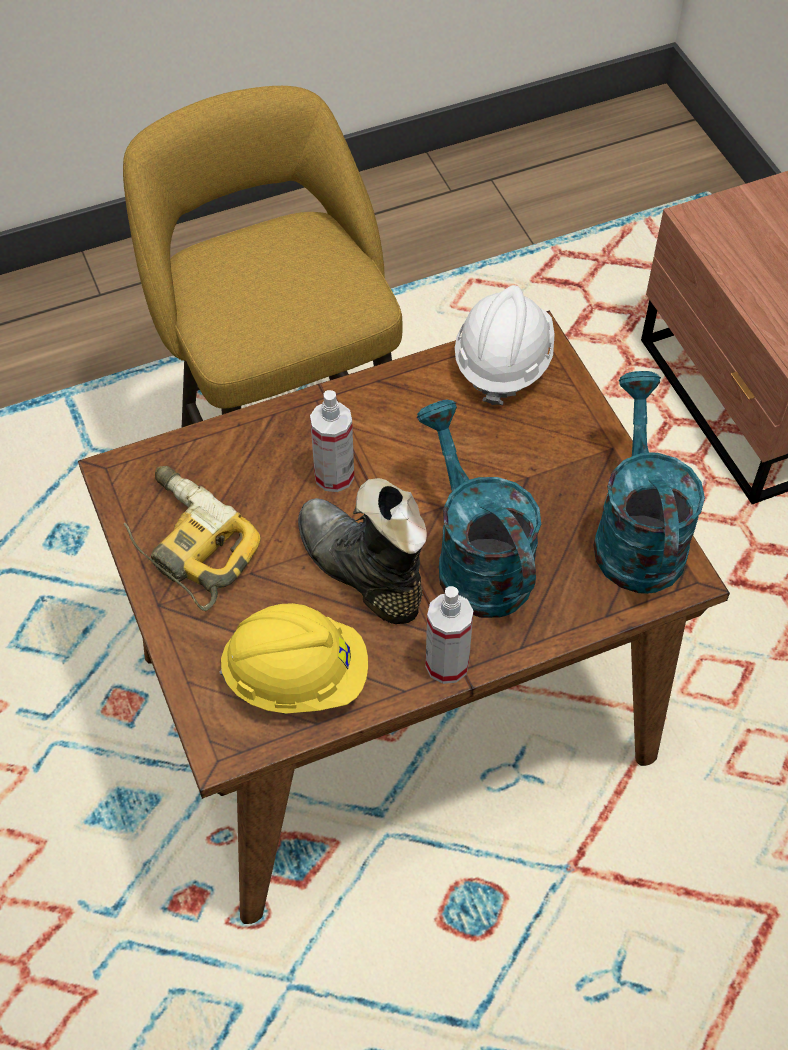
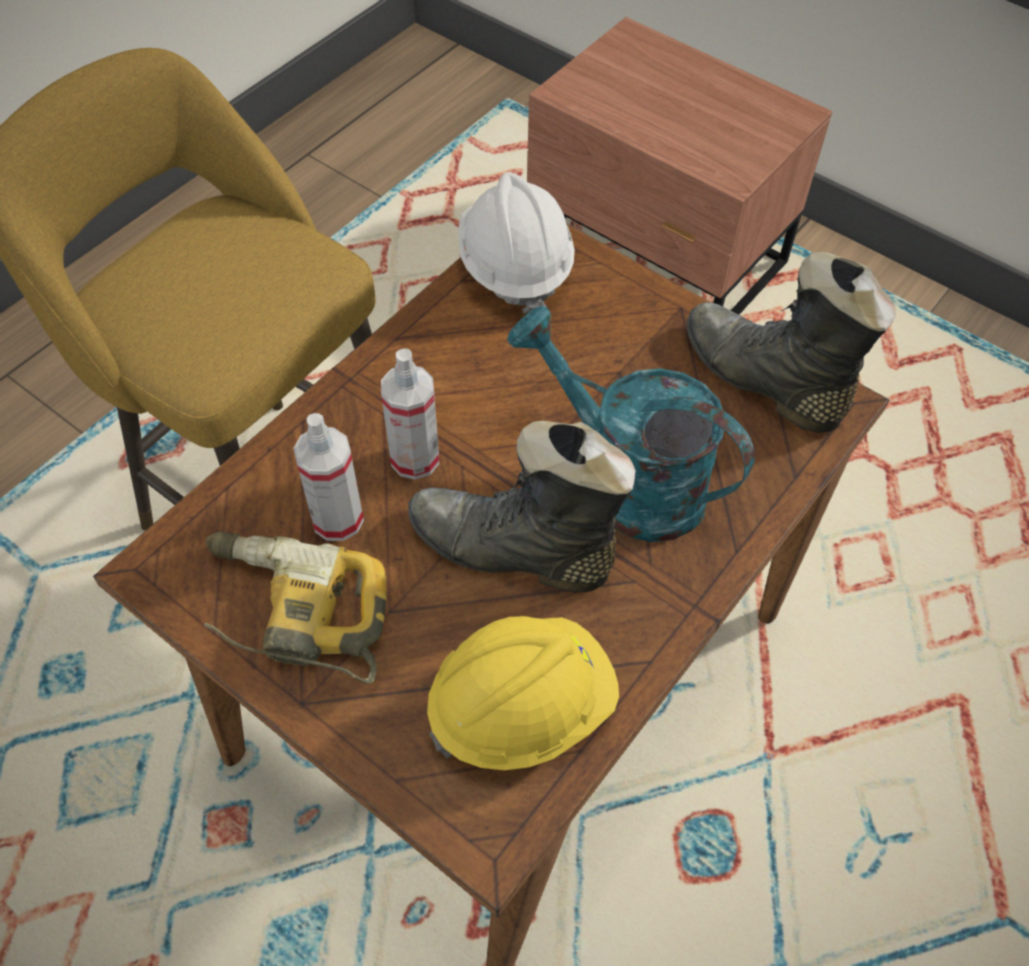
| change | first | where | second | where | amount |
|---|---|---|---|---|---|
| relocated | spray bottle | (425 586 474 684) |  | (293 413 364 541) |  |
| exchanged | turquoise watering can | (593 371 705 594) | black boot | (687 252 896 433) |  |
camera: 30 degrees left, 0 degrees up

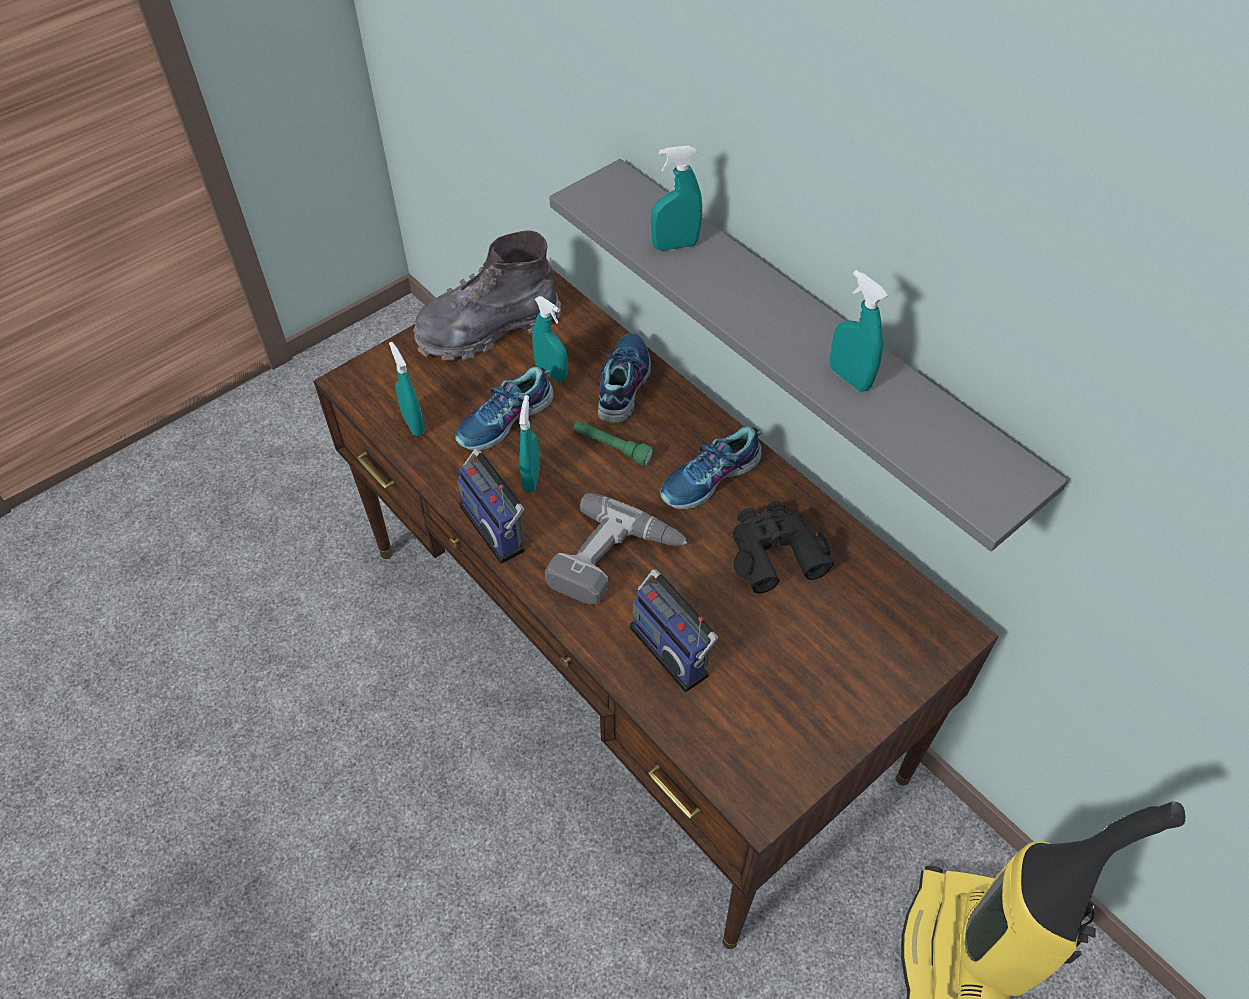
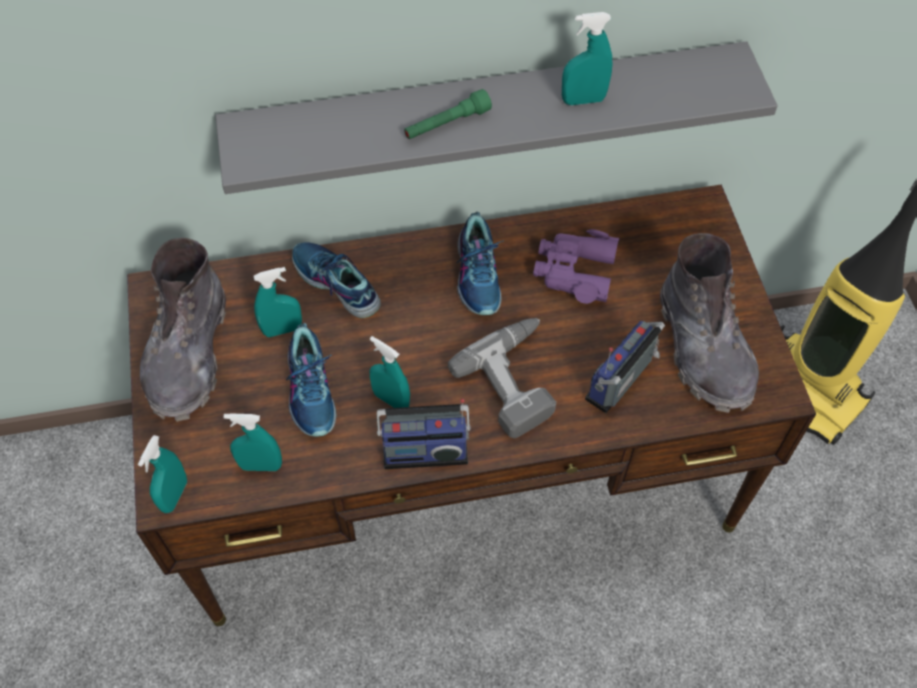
| change | first | where | second | where | amount |
|---|---|---|---|---|---|
| appeared |  |  | grey boot | (660 233 759 413) |  |
| relocated | green flashlight | (573 421 654 467) |  | (404 89 492 139) |  |
| relocated | turquoise spray bottle | (651 145 702 251) |  | (138 435 187 513) |  |
| colour | black binoculars | (733 501 834 593) | purple binoculars | (533 229 620 304) |  |
| spun | radio | (630 570 718 692) |  | (585 321 665 413) | 135 degrees clockwise |
camera: 60 degrees left, 5 degrees up

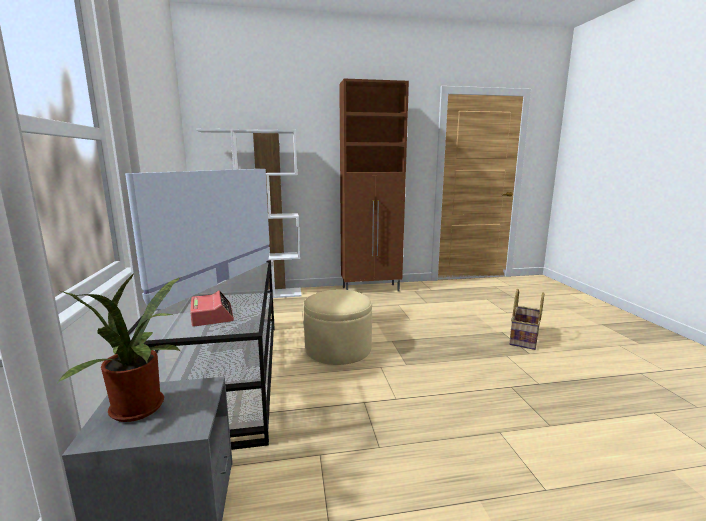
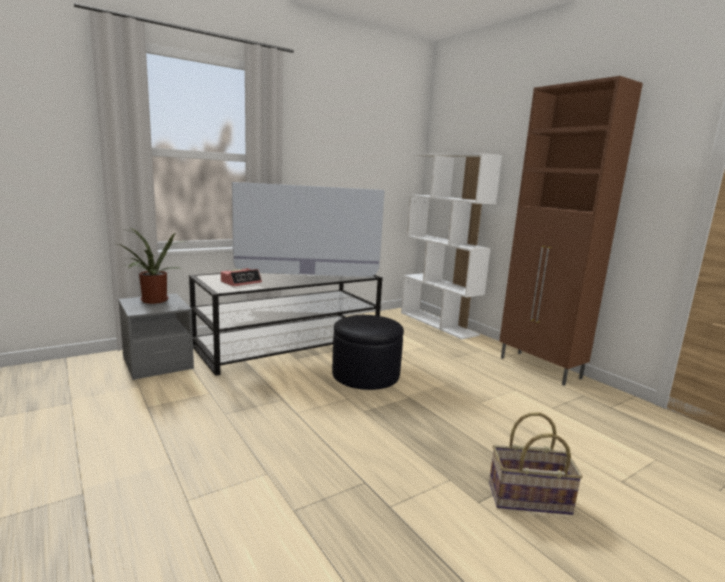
| change | first | where | second | where | amount |
|---|---|---|---|---|---|
| colour | beige ottoman | (303 289 372 365) | black ottoman | (332 315 404 390) |  |
camera: 65 degrees right, 0 degrees up

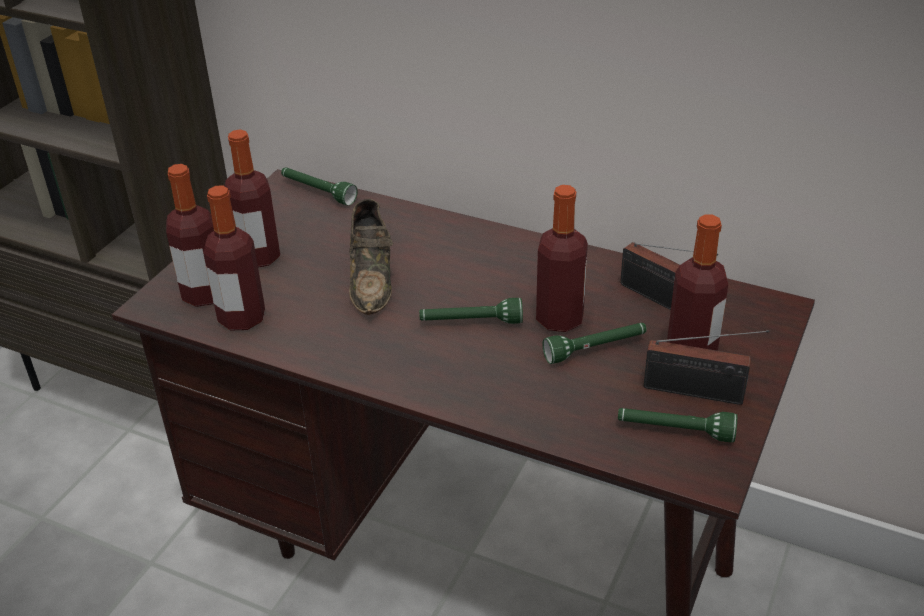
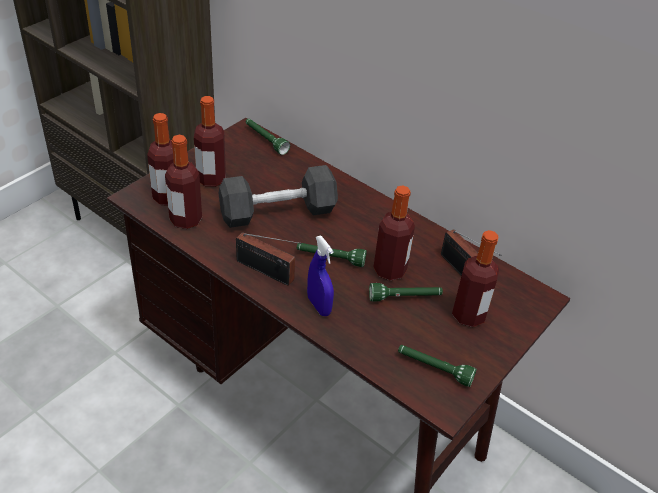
| change | first | where | second | where | amount |
|---|---|---|---|---|---|
| appeared |  |  | blue spray bottle | (307 236 334 316) |  |
| relocated | radio | (643 330 770 405) |  | (236 232 302 286) |  |
| exchanged | brown shoe | (349 199 393 315) | black dumbbell | (219 165 338 228) |  |
camera: 10 degrees right, 5 degrees up

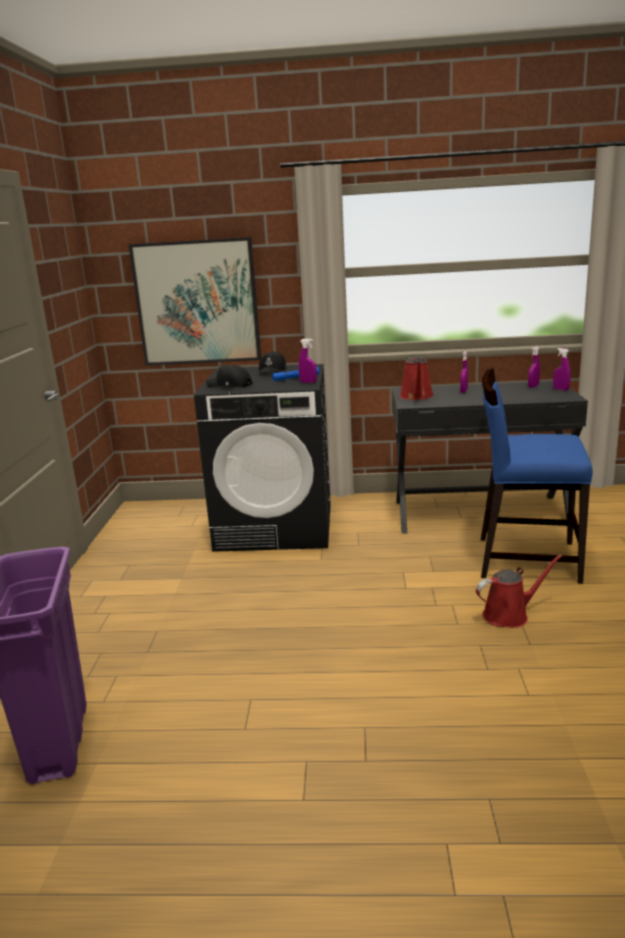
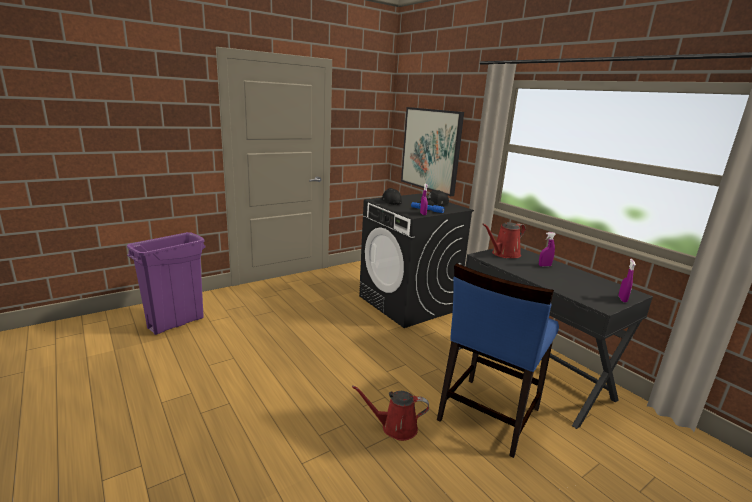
| change | first | where | second | where | amount |
|---|---|---|---|---|---|
| missing | purple spray bottle | (528 346 540 388) |  |  |  |
| spun | red watering can | (476 555 562 628) |  | (352 385 429 441) | 150 degrees clockwise |
| spun | blue chair | (481 368 593 584) |  | (437 263 559 458) | 120 degrees counterclockwise |
camera: 50 degrees right, 0 degrees up

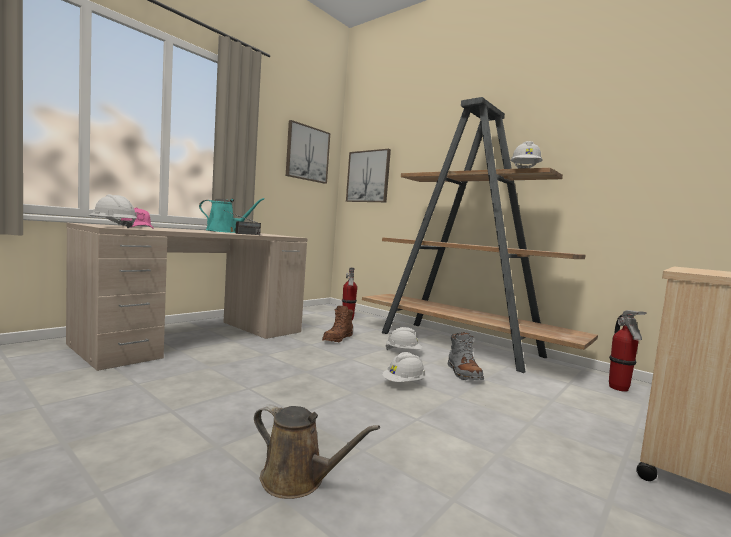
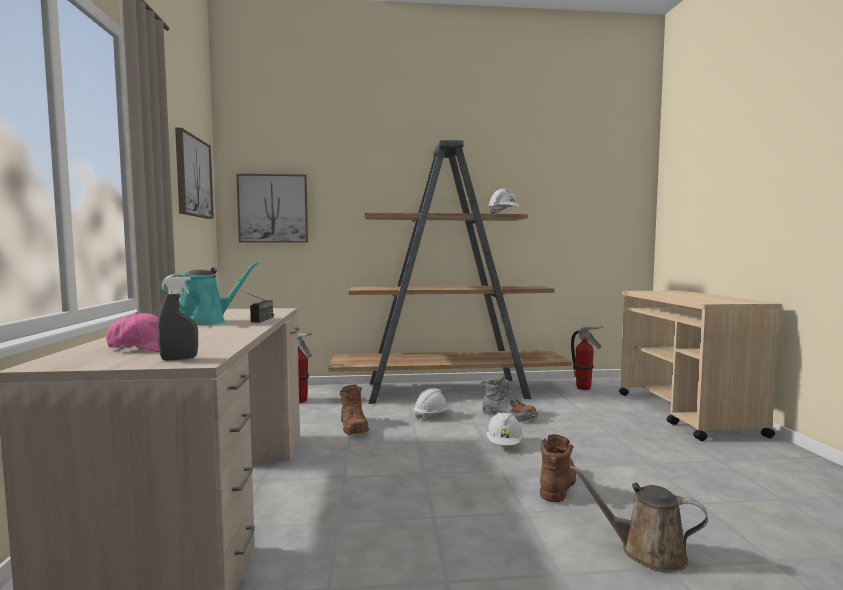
| change | first | where | second | where | amount |
|---|---|---|---|---|---|
| appeared |  |  | brown boot | (540 434 576 502) |  |
| exchanged | white hard hat | (89 194 137 229) | grey spray bottle | (157 277 198 360) |  |
| spun | brown watering can | (254 404 380 499) |  | (570 466 708 572) | 135 degrees counterclockwise |
camera: 45 degrees left, 0 degrees up

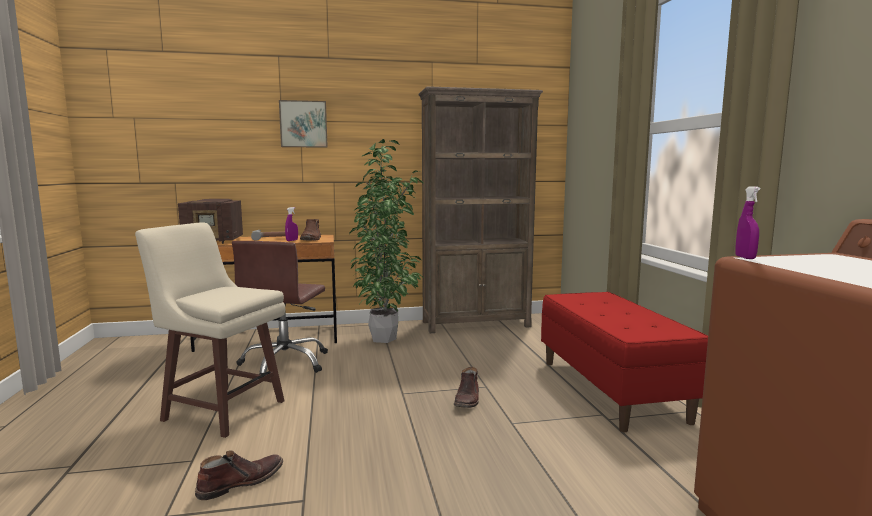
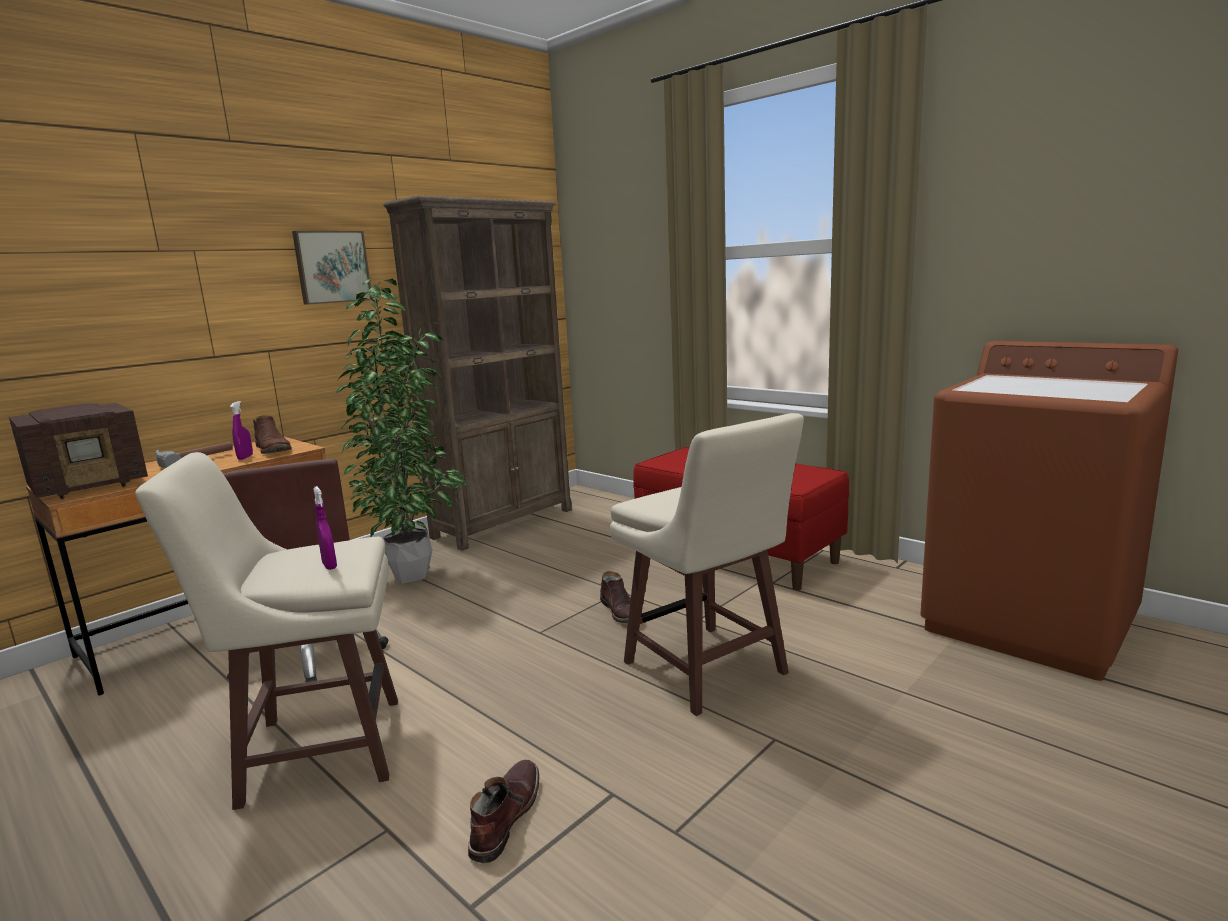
| change | first | where | second | where | amount |
|---|---|---|---|---|---|
| appeared |  |  | beige stool | (610 413 804 716) |  |
| relocated | picture | (279 100 328 148) |  | (292 231 372 305) |  |
| relocated | purple spray bottle | (735 186 760 259) |  | (313 486 337 570) |  |
camera: 35 degrees left, 5 degrees up

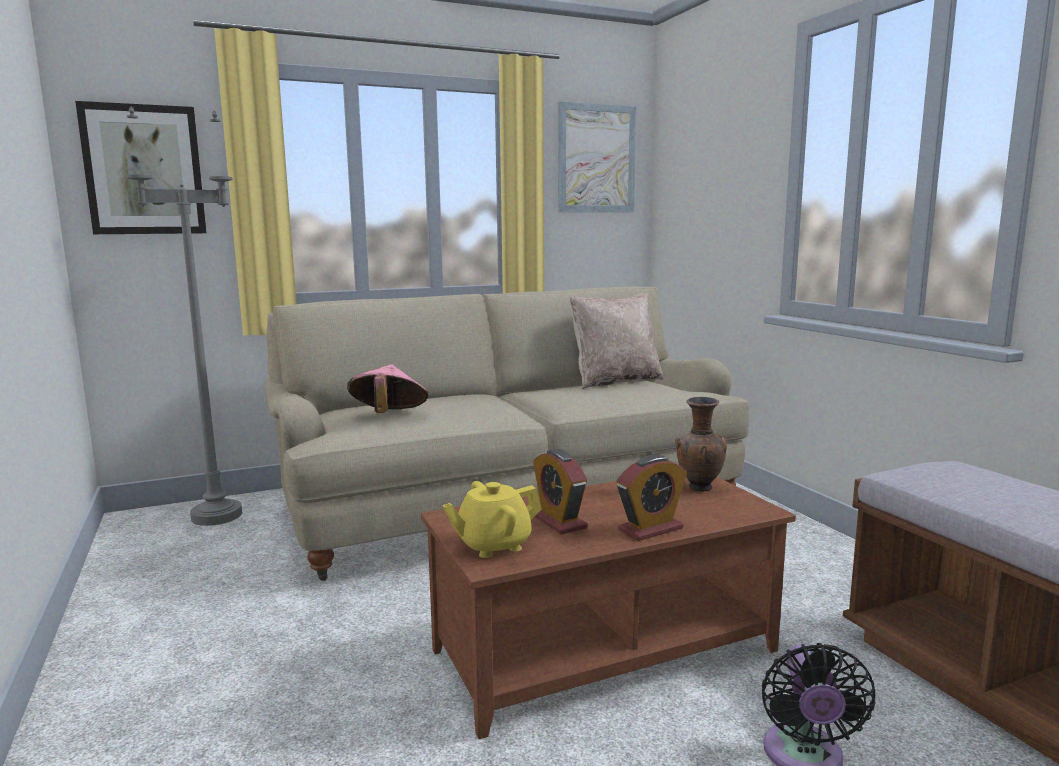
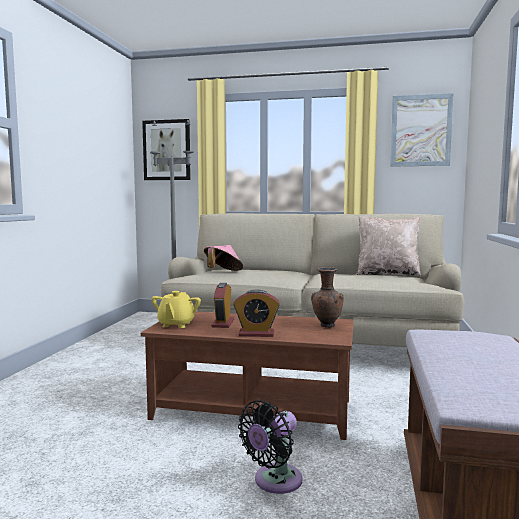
| change | first | where | second | where | amount |
|---|---|---|---|---|---|
| spun | yellow teapot | (442 481 542 558) |  | (151 291 201 328) | 90 degrees counterclockwise |
camera: 35 degrees right, 5 degrees down

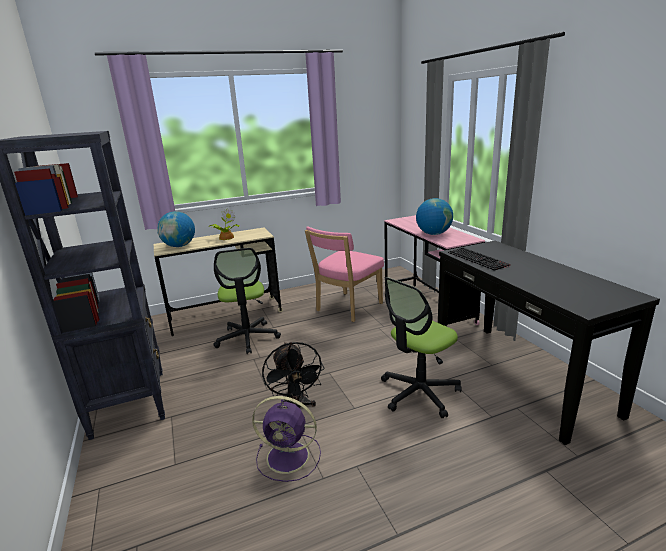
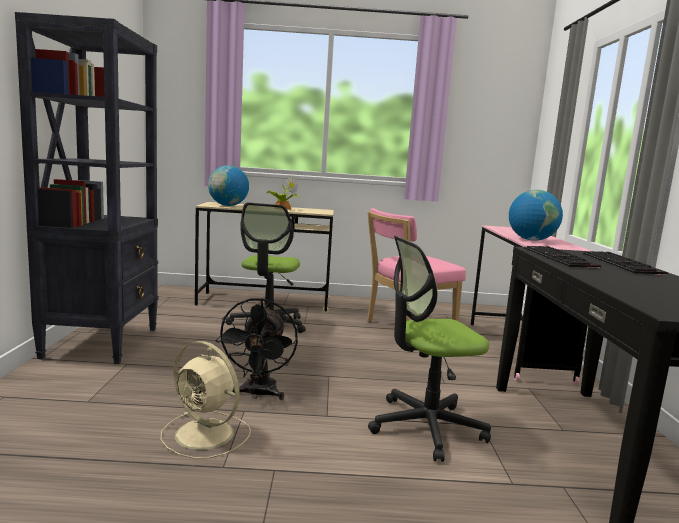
| change | first | where | second | where | amount |
|---|---|---|---|---|---|
| appeared |  |  | keyboard | (583 251 668 275) |  |
| colour | purple fan | (252 396 321 482) | beige fan | (161 341 251 459) |  |
camera: 20 degrees right, 10 degrees down

